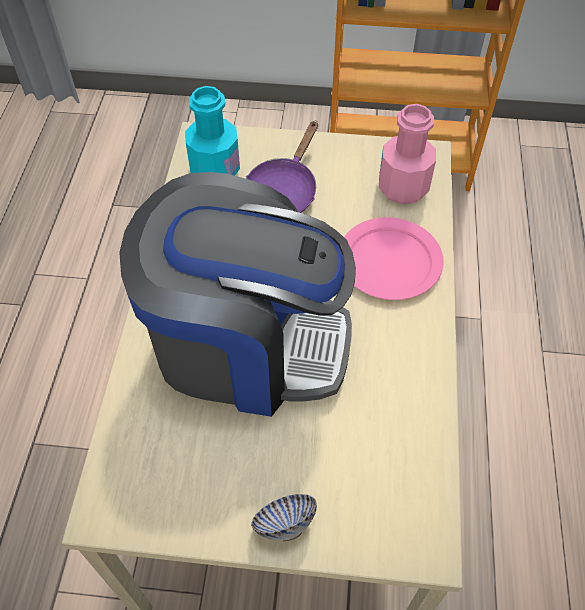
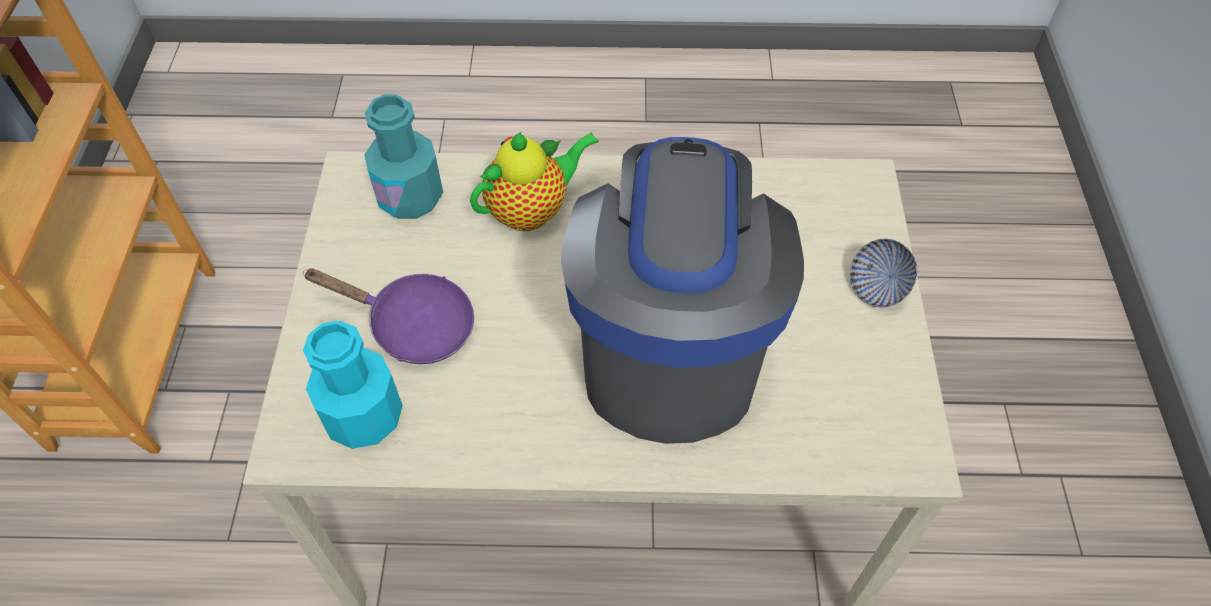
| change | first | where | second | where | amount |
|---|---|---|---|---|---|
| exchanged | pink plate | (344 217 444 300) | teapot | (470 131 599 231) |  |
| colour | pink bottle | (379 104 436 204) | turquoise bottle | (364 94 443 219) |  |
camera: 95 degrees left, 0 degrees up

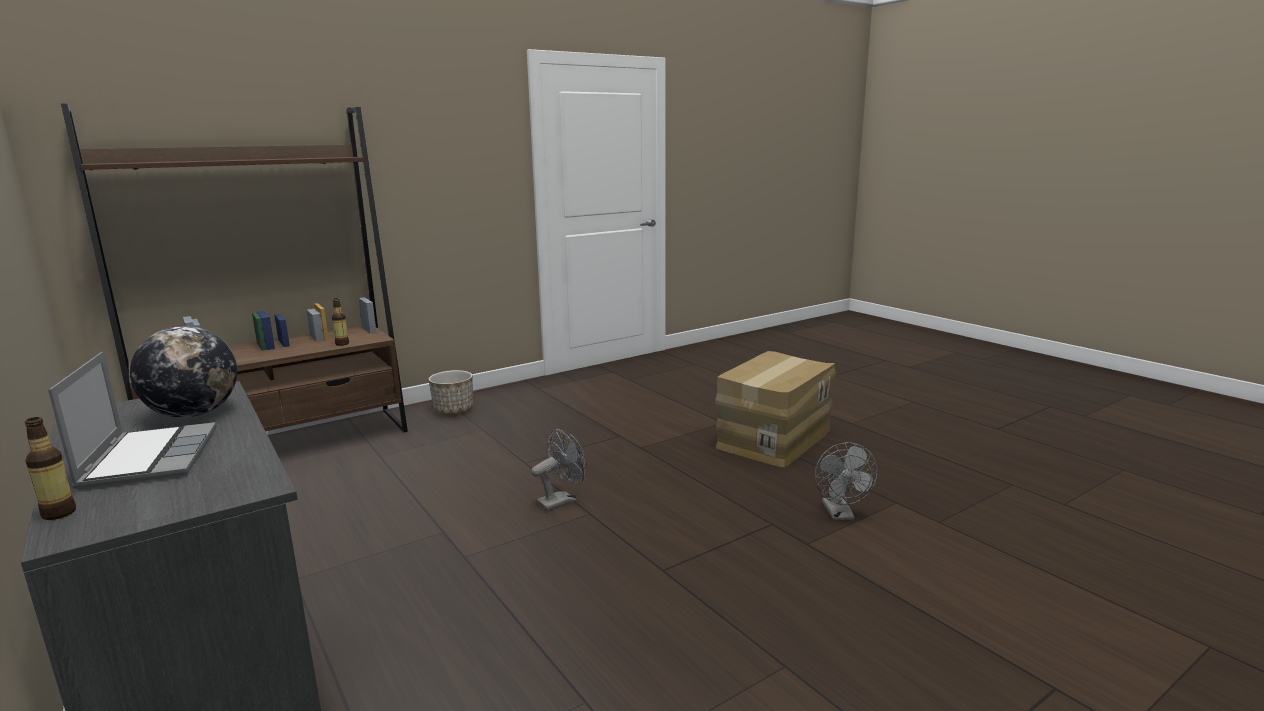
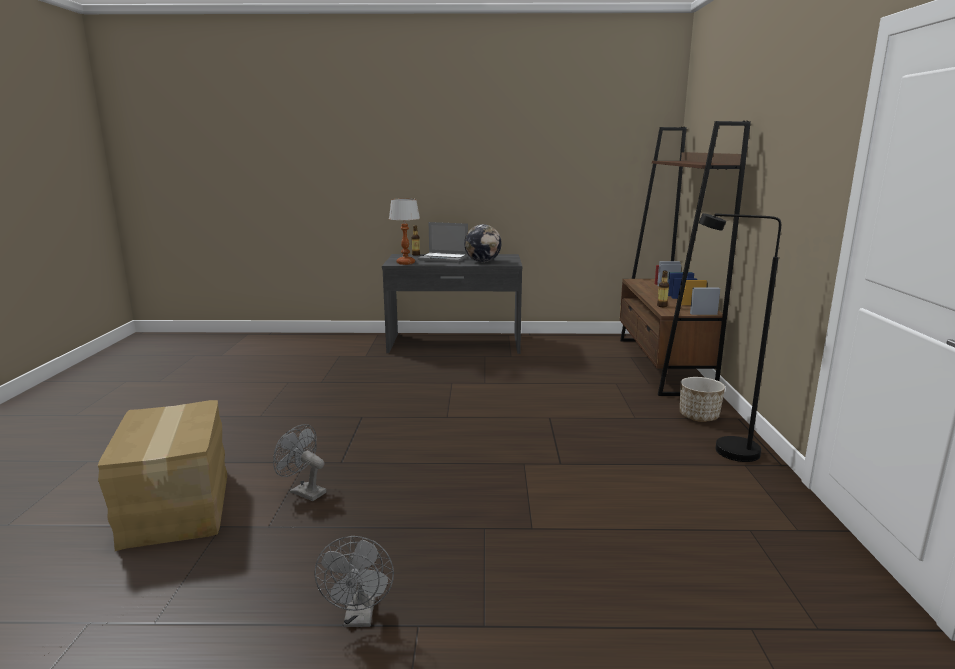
| change | first | where | second | where | amount |
|---|---|---|---|---|---|
| appeared |  |  | table lamp | (389 198 420 265) |  |
| appeared |  |  | black floor lamp | (699 213 781 462) |  |
| relocated | grey fan | (531 429 587 511) |  | (314 536 394 627) |  |
| relocated | cardboard box | (715 351 836 468) |  | (98 400 227 551) |  |
camera: 125 degrees right, 0 degrees up

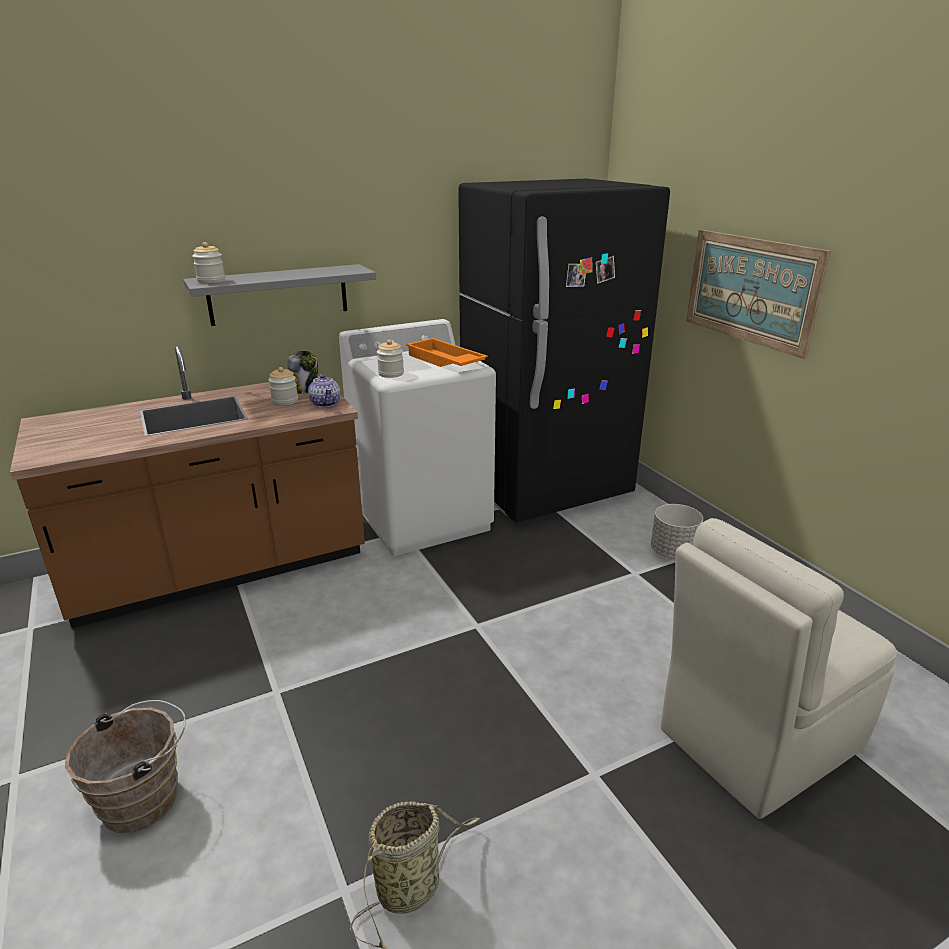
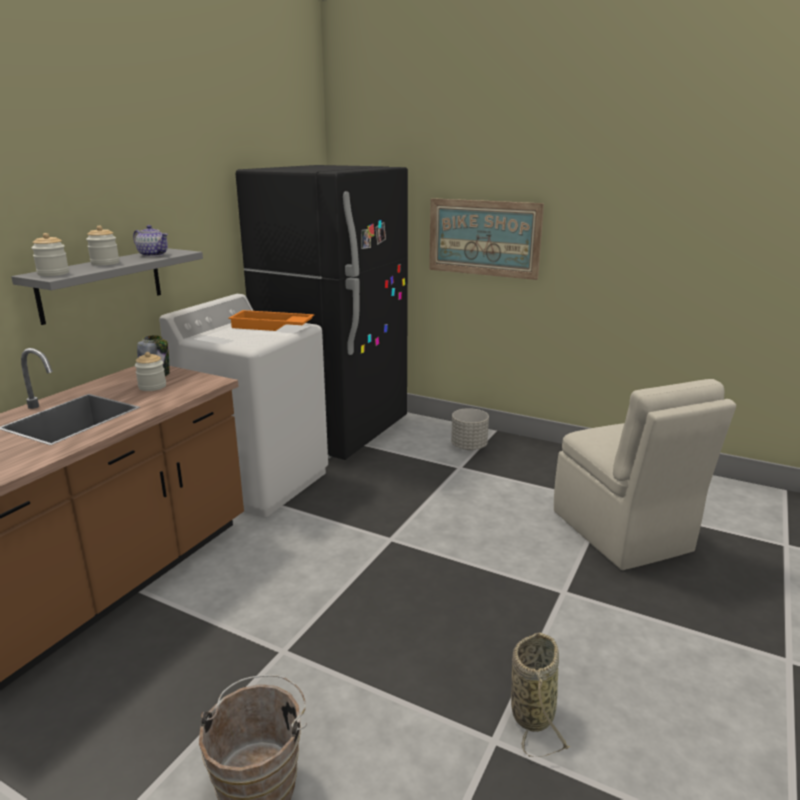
| change | first | where | second | where | amount |
|---|---|---|---|---|---|
| relocated | teapot | (308 374 341 407) |  | (133 225 168 257) |  |
| relocated | jar | (377 340 404 378) |  | (86 226 119 265) |  |
| spun | beige chair | (661 518 897 819) |  | (554 379 736 570) | 45 degrees counterclockwise |
camera: 35 degrees left, 5 degrees down

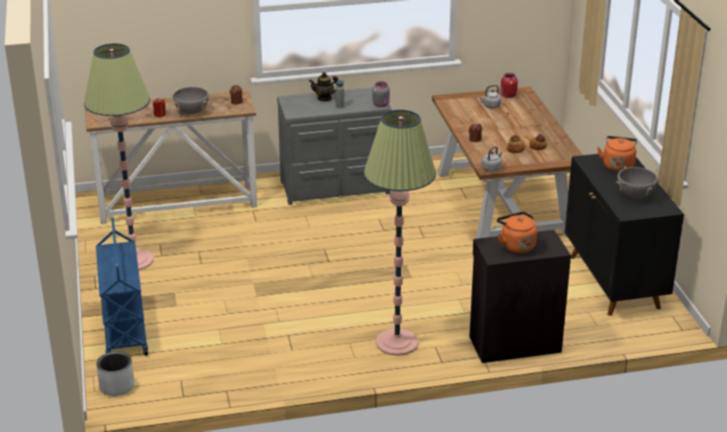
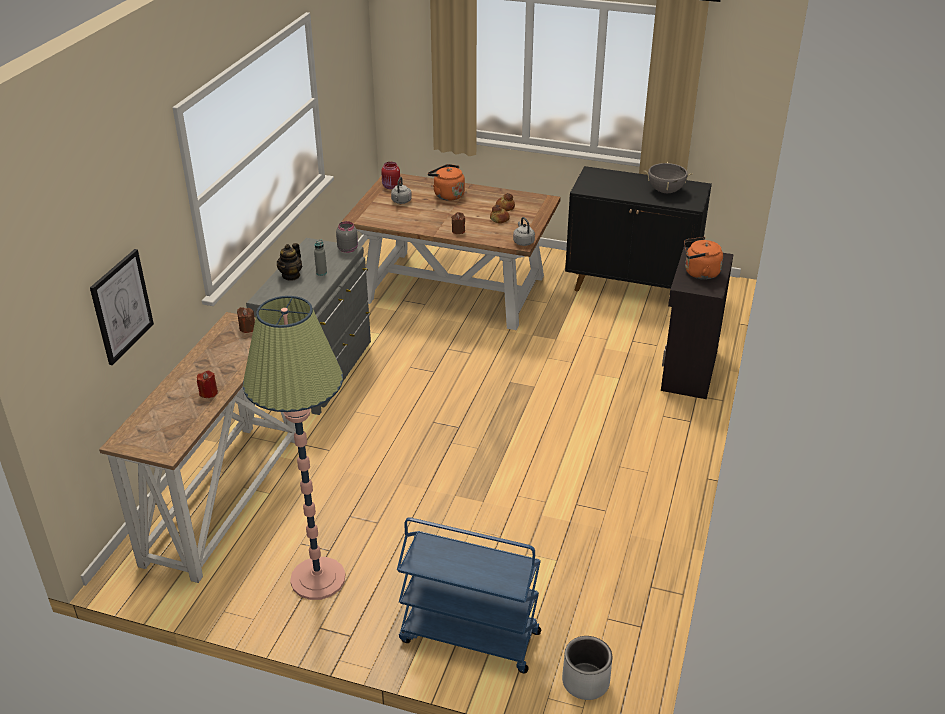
| change | first | where | second | where | amount |
|---|---|---|---|---|---|
| missing | grey cooking pot | (173 87 209 114) |  |  |  |
| missing | floor lamp | (364 110 436 356) |  |  |  |
| appeared |  |  | picture | (90 249 154 365) |  |
| relocated | orange kettle | (597 136 637 172) |  | (428 164 465 201) |  |
camera: 60 degrees left, 5 degrees up

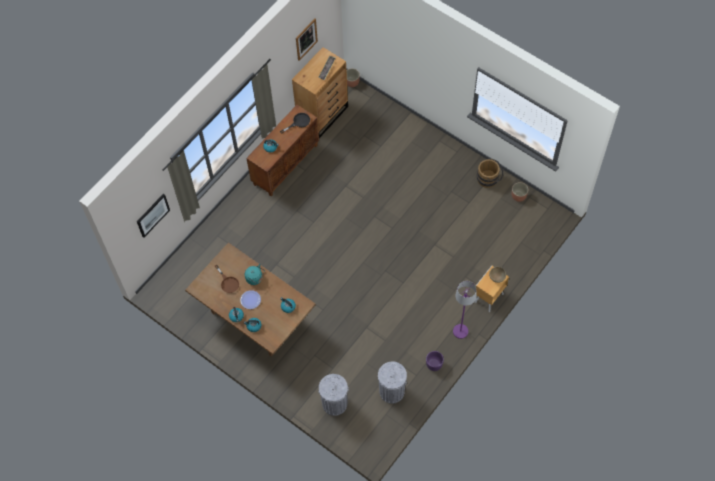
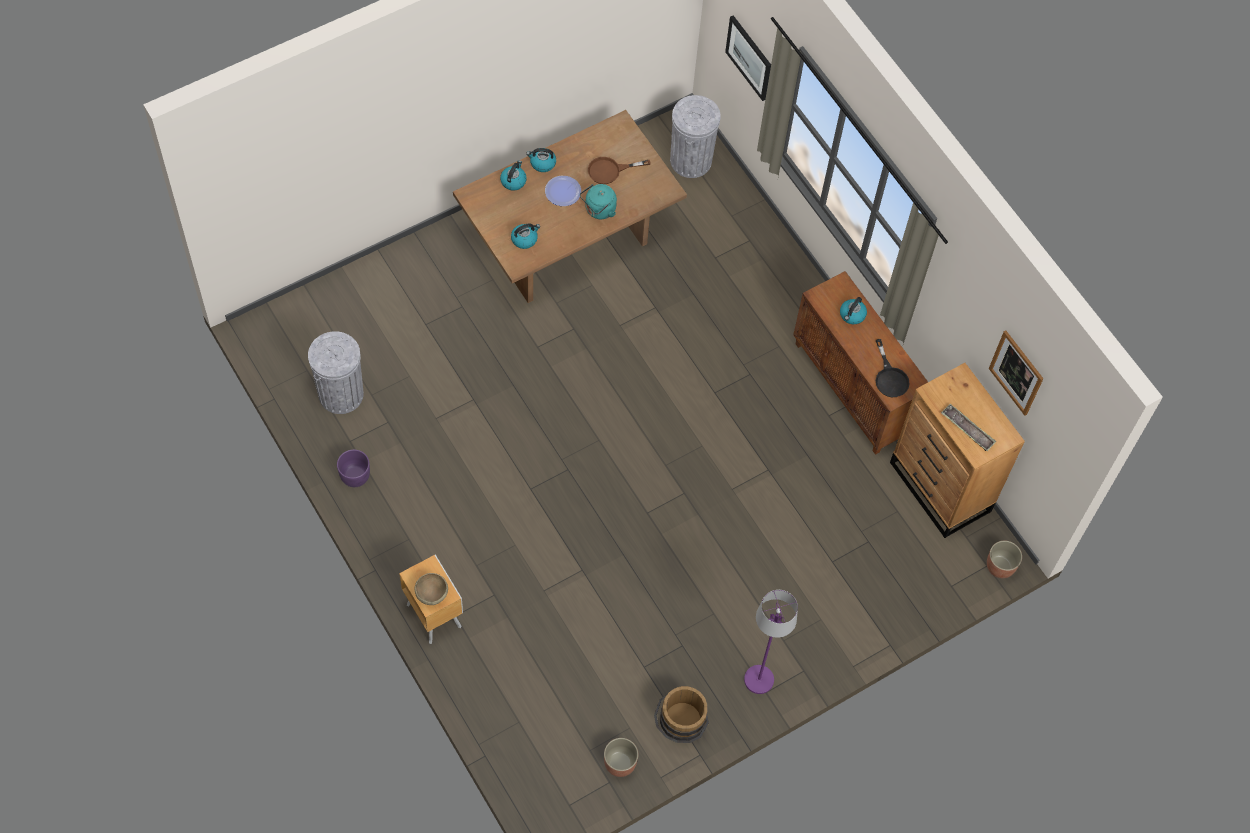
| change | first | where | second | where | amount |
|---|---|---|---|---|---|
| relocated | grey trash can | (318 374 349 416) |  | (670 95 721 178) |  |
| relocated | purple floor lamp | (453 281 477 339) |  | (744 590 798 694) |  |
camera: 105 degrees right, 0 degrees up

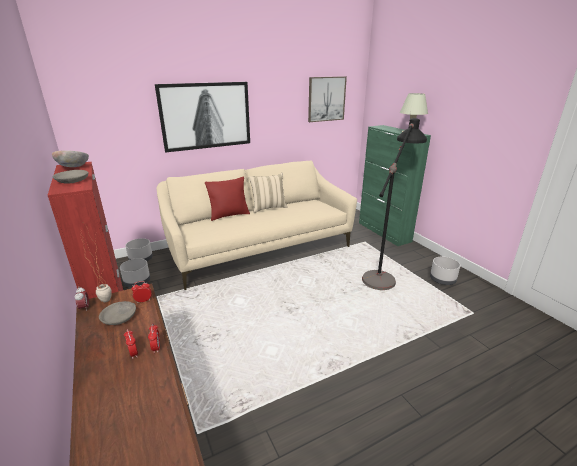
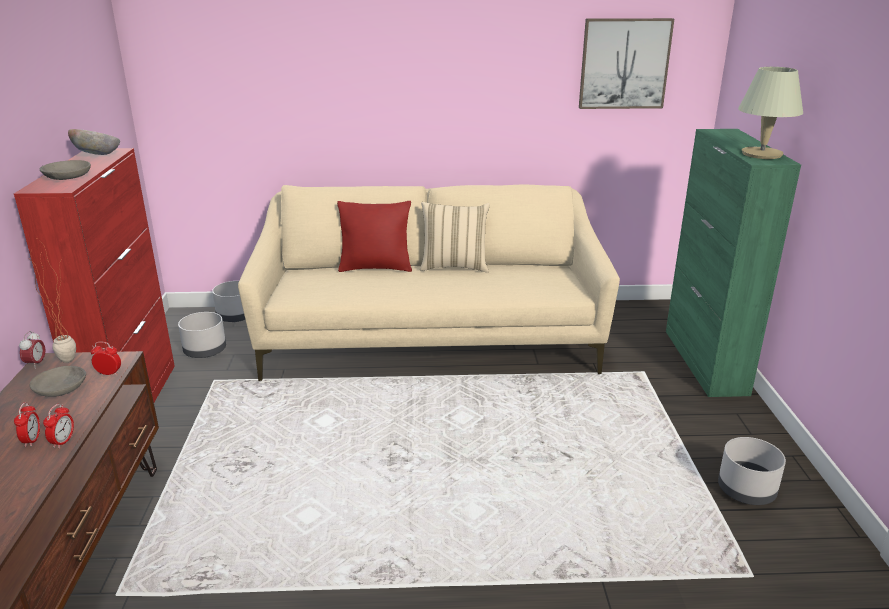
| change | first | where | second | where | amount |
|---|---|---|---|---|---|
| missing | picture | (155 82 250 153) |  |  |  |
| missing | black floor lamp | (362 118 427 290) |  |  |  |
camera: 25 degrees right, 0 degrees up

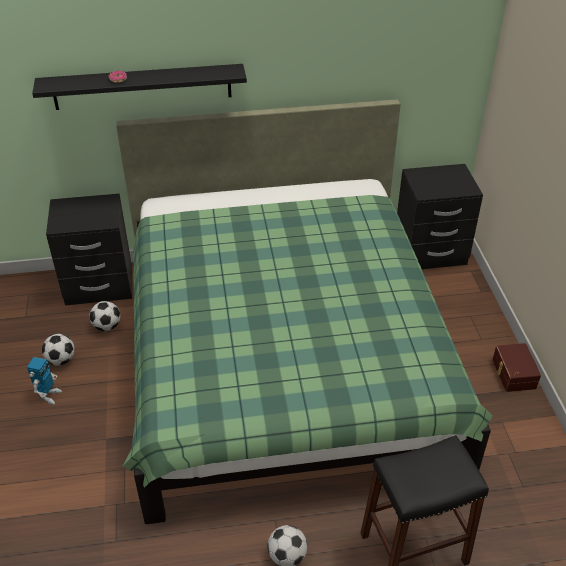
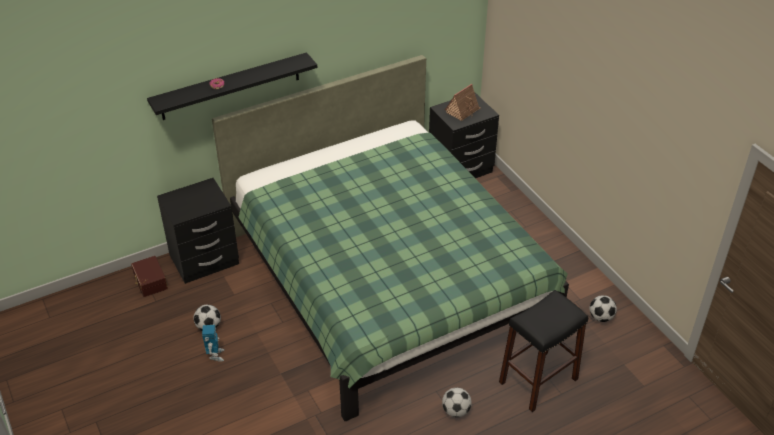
| change | first | where | second | where | amount |
|---|---|---|---|---|---|
| appeared |  |  | toy house | (445 84 481 121) |  |
| relocated | football | (89 301 121 331) |  | (589 295 617 322) |  |
| relocated | brown storage box | (492 343 541 392) |  | (131 256 168 297) |  |
camera: 20 degrees left, 0 degrees up

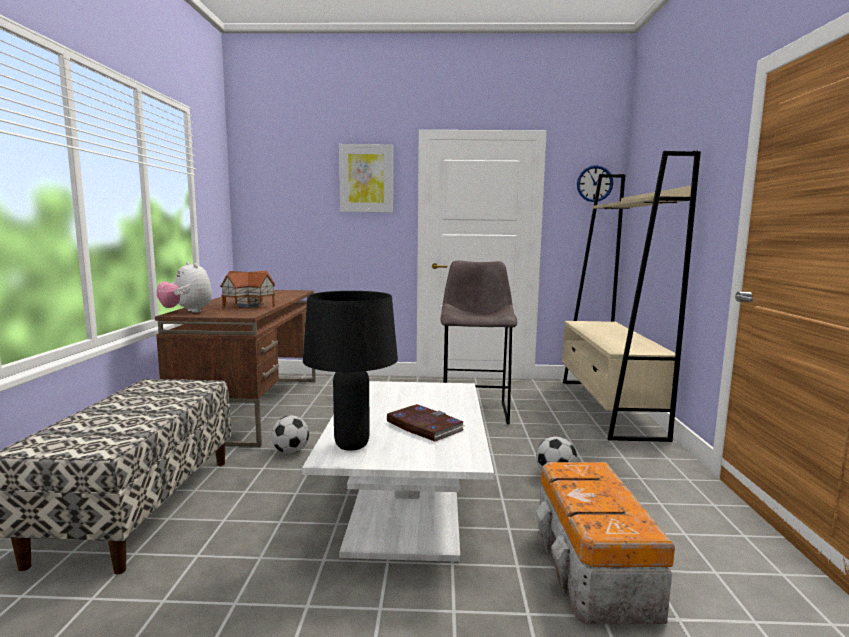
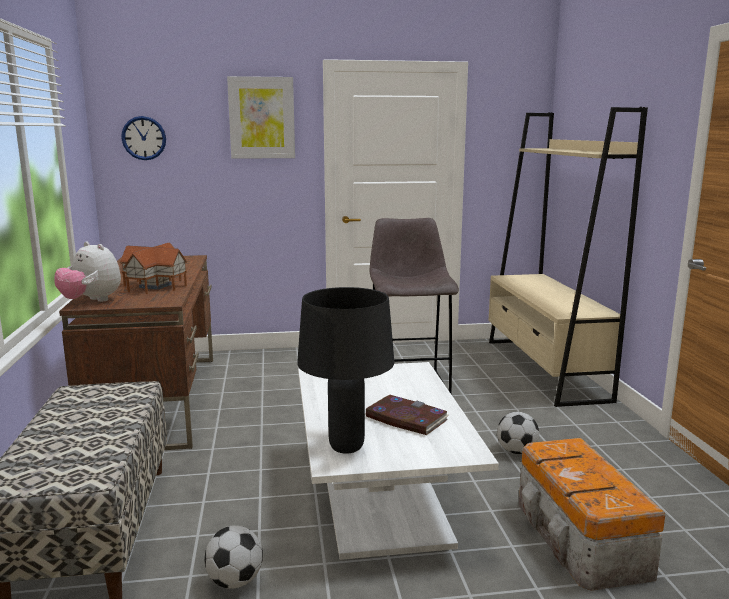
| change | first | where | second | where | amount |
|---|---|---|---|---|---|
| relocated | football | (271 415 309 454) |  | (205 525 263 589) |  |
| relocated | wall clock | (577 165 613 202) |  | (121 116 166 160) |  |
camera: 10 degrees left, 5 degrees up

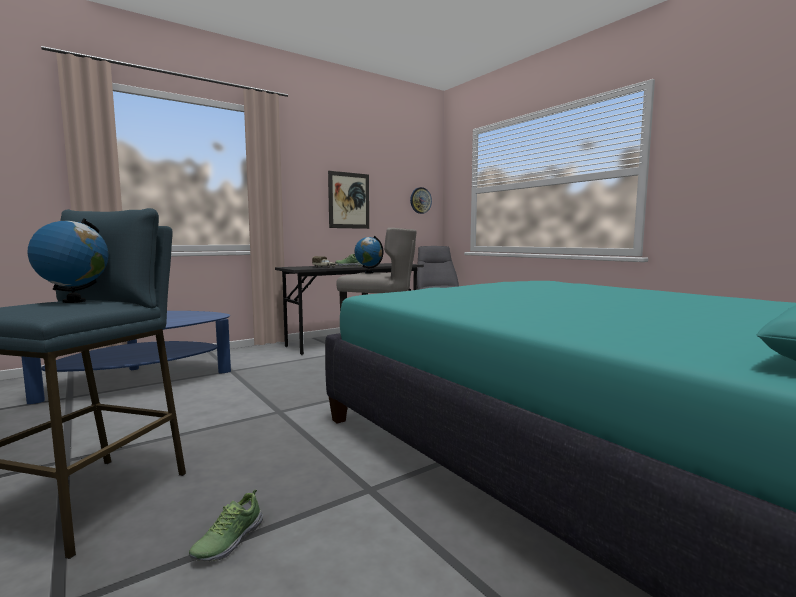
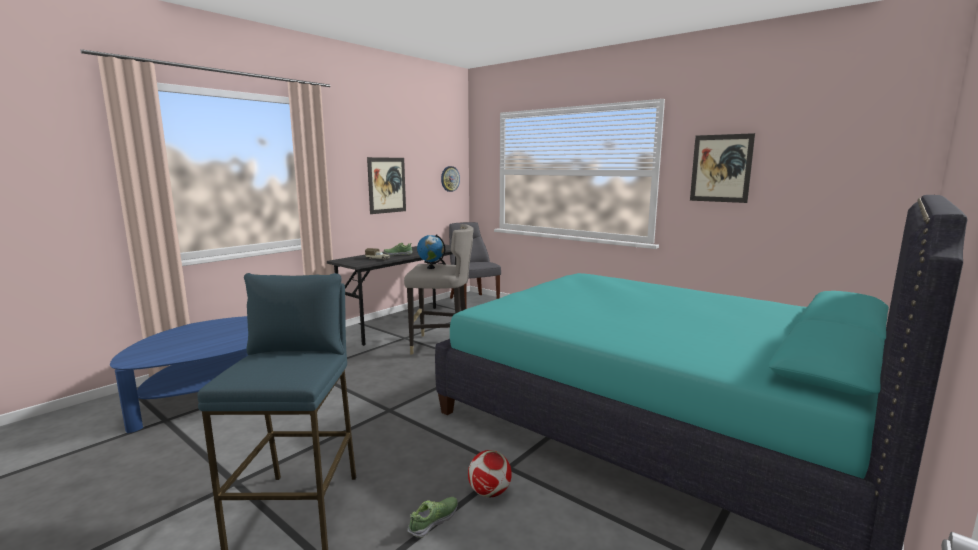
| change | first | where | second | where | amount |
|---|---|---|---|---|---|
| missing | globe | (28 218 108 303) |  |  |  |
| appeared |  |  | football | (468 450 512 498) |  |
| appeared |  |  | picture | (690 133 755 203) |  |
| spun | shoe | (189 489 263 562) |  | (407 497 458 538) | 150 degrees counterclockwise |
camera: 15 degrees left, 5 degrees up

